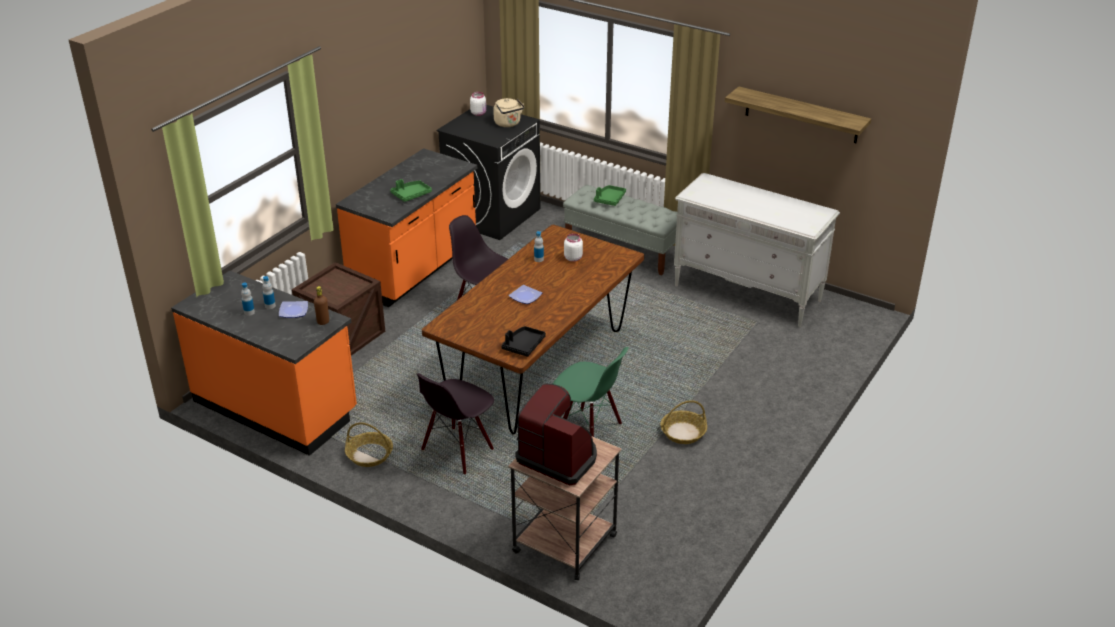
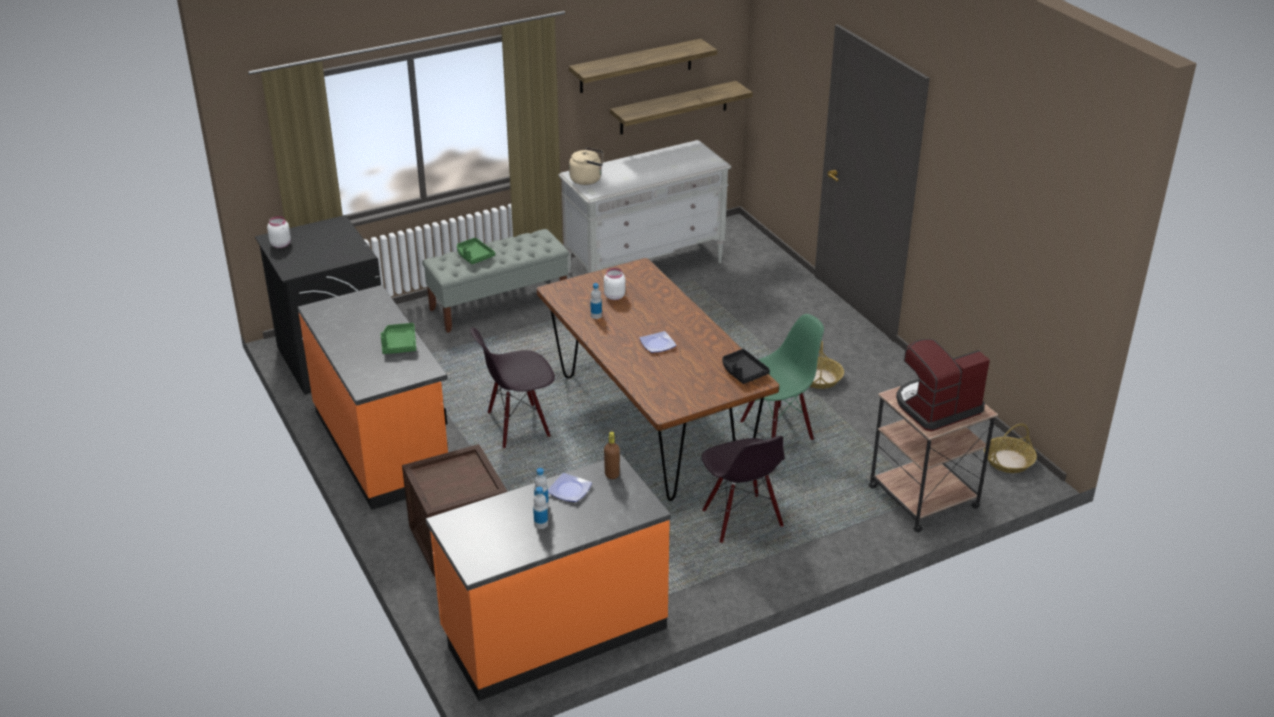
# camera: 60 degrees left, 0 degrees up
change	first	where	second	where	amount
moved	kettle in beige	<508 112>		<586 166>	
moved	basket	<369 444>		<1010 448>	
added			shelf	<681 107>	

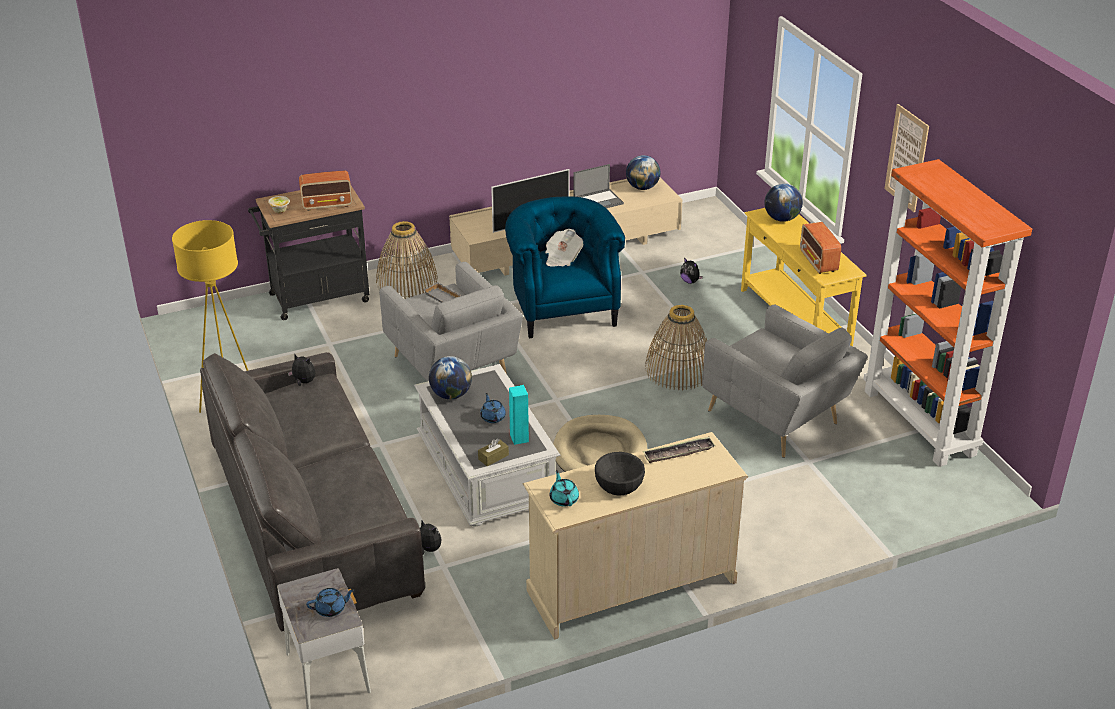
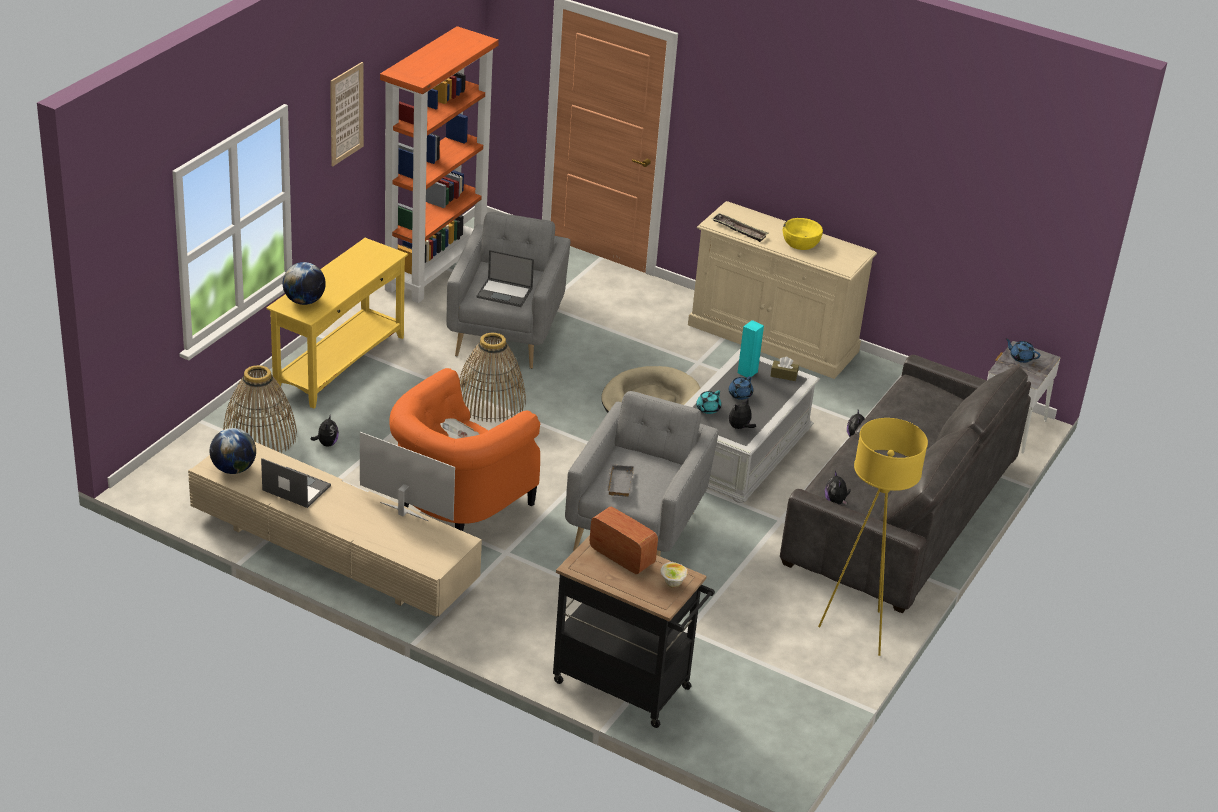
# camera: 130 degrees left, 0 degrees up
change	first	where	second	where	amount
recoloured	armchair in blue	<565 267>	armchair in orange	<464 449>	
moved	basket	<407 260>		<260 409>	
removed	radio	<820 248>			
replaced	globe	<450 377>	plush toy	<742 414>	
recoloured	bowl in black	<620 473>	bowl in yellow	<803 234>	
moved	teapot in turquoise	<564 488>		<708 402>	
added			laptop	<505 278>	

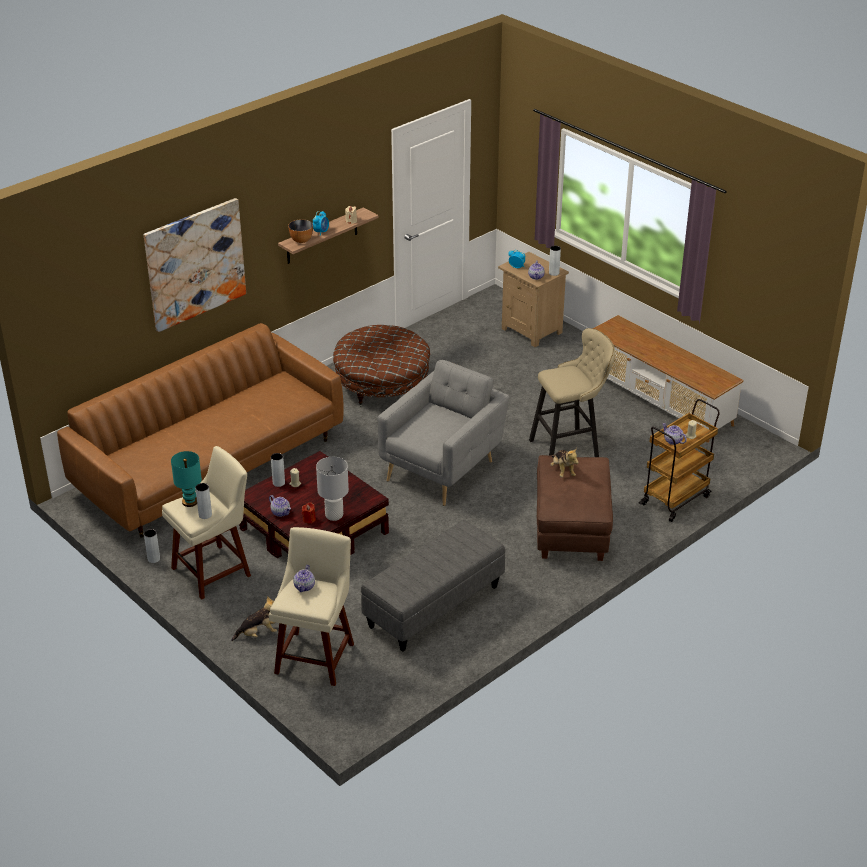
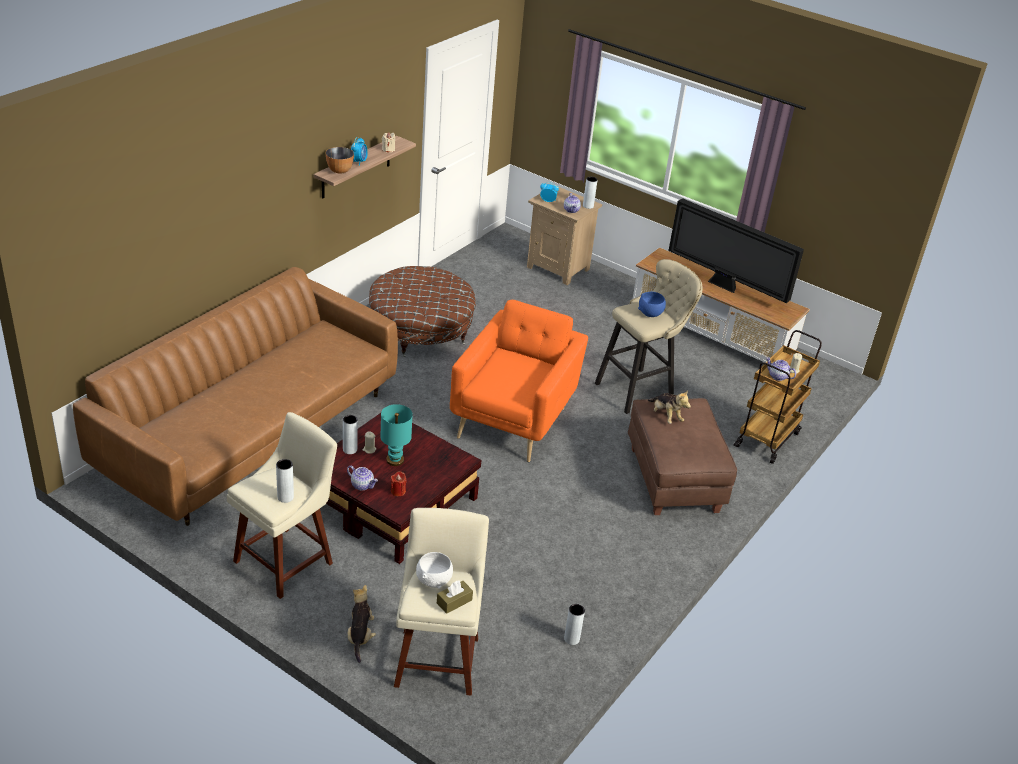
# camera: 15 degrees left, 0 degrees up
change	first	where	second	where	amount
removed	picture	<195 265>			
recoloured	armchair in grey	<443 433>	armchair in orange	<519 381>	
moved	table lamp in turquoise	<186 479>		<396 435>	
removed	table lamp in grey	<332 489>			
removed	ottoman in grey	<433 586>			
moved	vase in grey	<152 546>		<574 624>	
replaced	teapot	<304 578>	bowl in white	<434 570>	
turned	plush toy	<254 618>		<362 624>	60 degrees counterclockwise
added			television	<736 250>	
added			bowl in blue	<652 304>	
added			tissue box in brown	<455 597>	

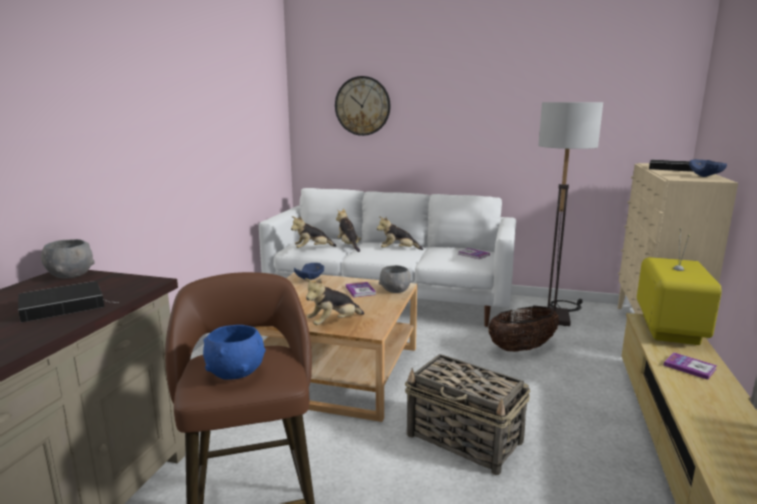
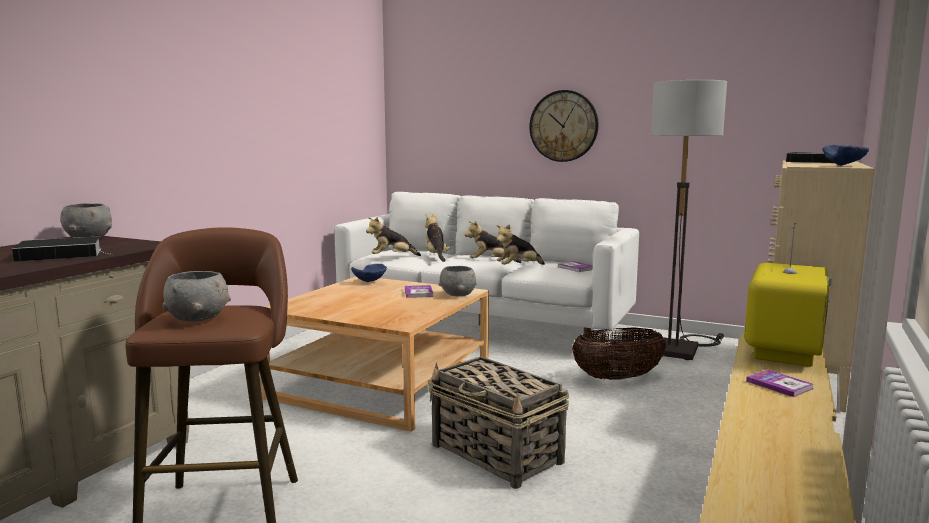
# camera: 10 degrees right, 5 degrees down
change	first	where	second	where	amount
moved	wall clock	<362 106>		<564 126>	
moved	plush toy	<334 301>		<521 244>	
recoloured	bowl in blue	<234 352>	bowl in grey	<196 296>	

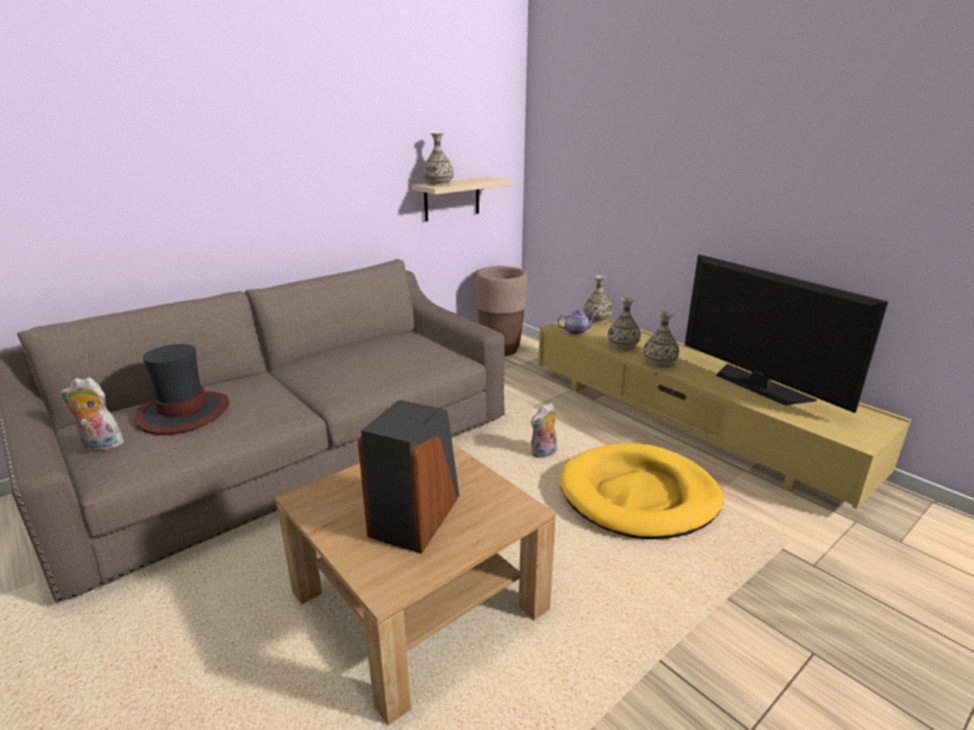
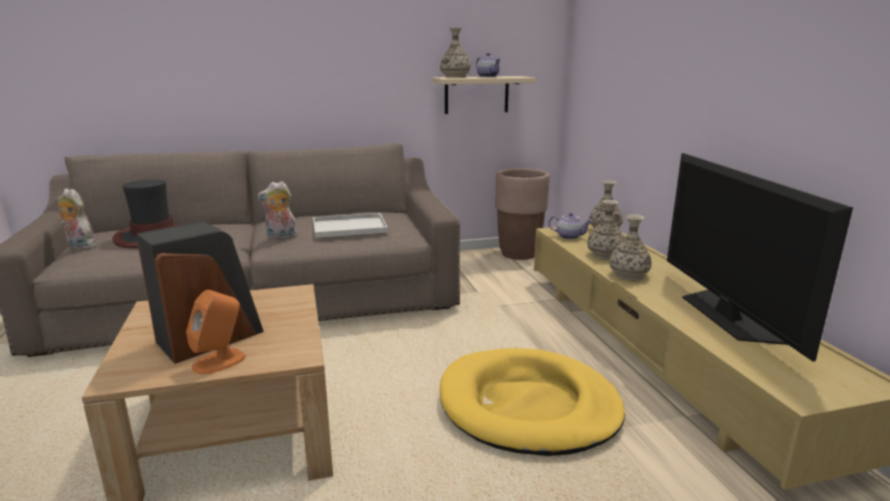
# camera: 25 degrees right, 5 degrees down
change	first	where	second	where	amount
moved	plush toy	<544 430>		<277 210>	
added			teapot	<488 65>	
added			tray in white	<350 225>	
added			speaker in orange	<216 332>	

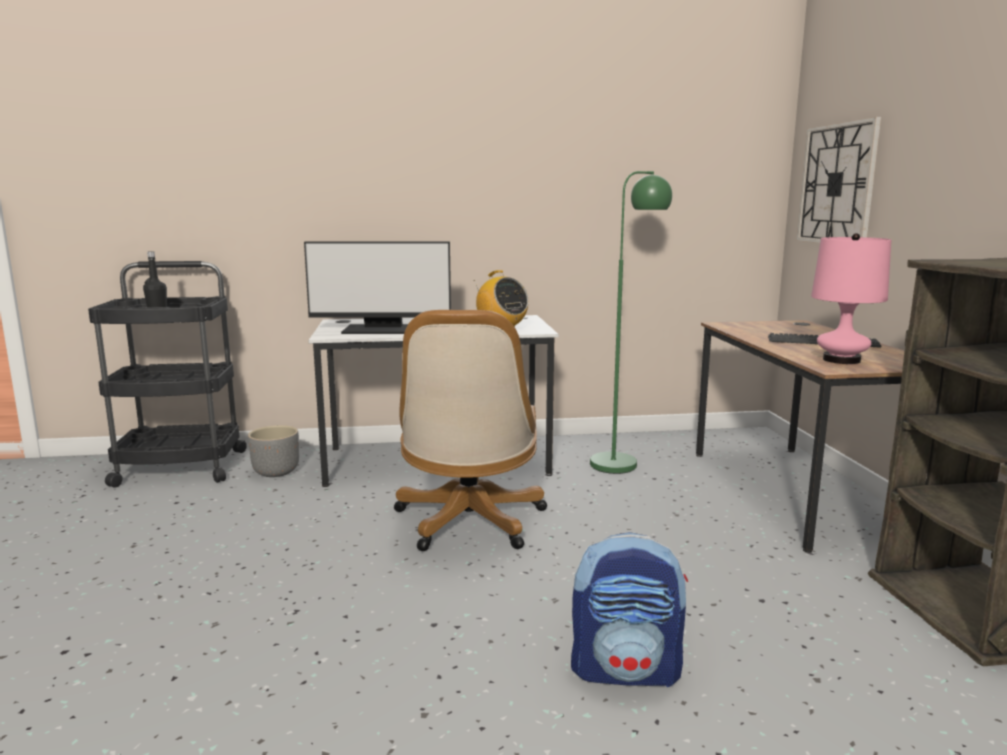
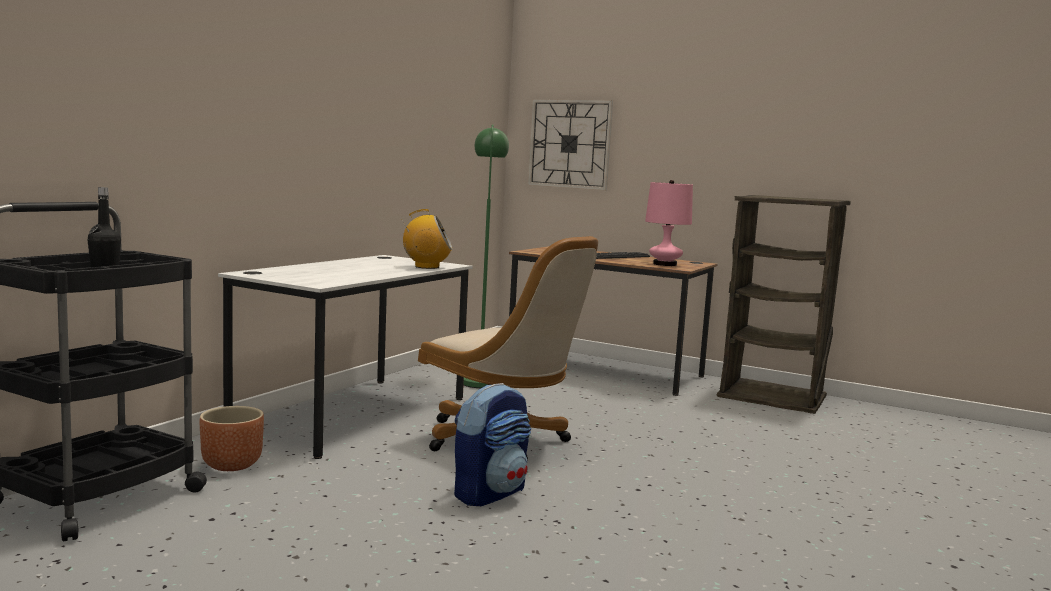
# camera: 55 degrees left, 5 degrees down
change	first	where	second	where	amount
removed	monitor	<377 287>			
recoloured	planter in grey	<273 451>	planter in brown	<232 438>	
moved	backpack	<629 609>		<492 444>	

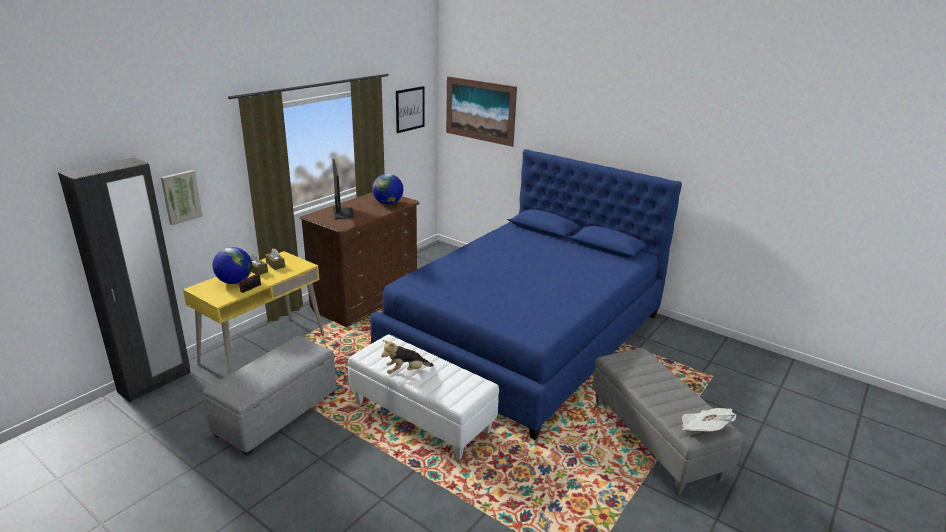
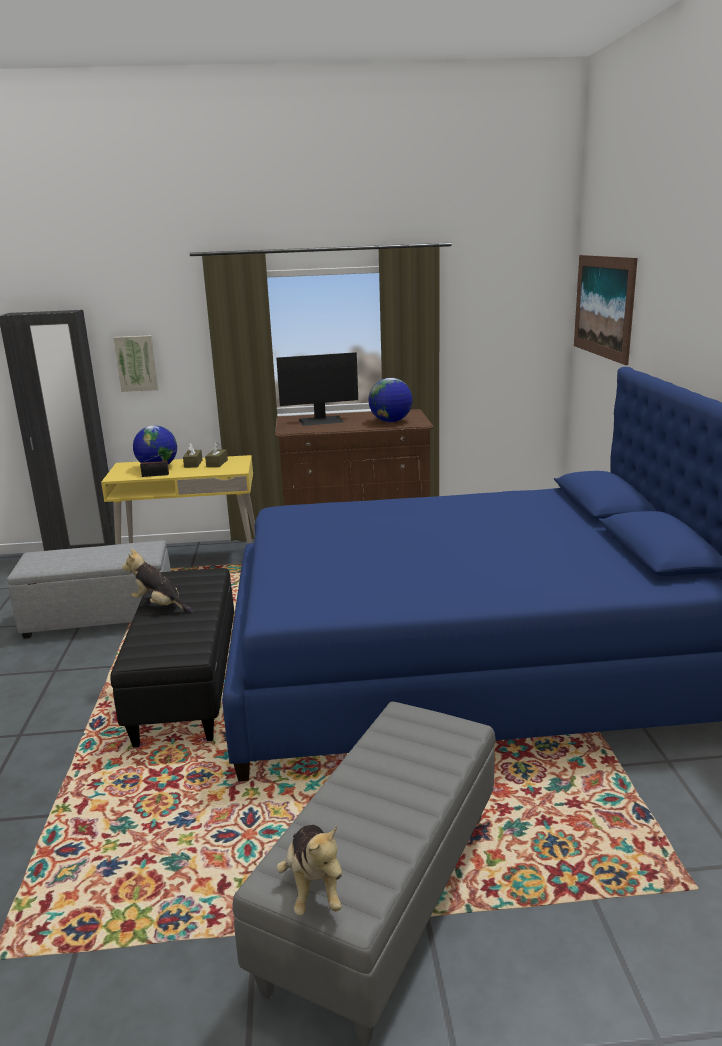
# camera: 50 degrees right, 5 degrees down
change	first	where	second	where	amount
removed	picture	<410 109>			
turned	monitor	<343 189>		<317 389>	45 degrees clockwise
recoloured	ottoman in white	<423 397>	ottoman in black	<172 657>	
replaced	newspaper	<709 419>	plush toy	<309 870>	

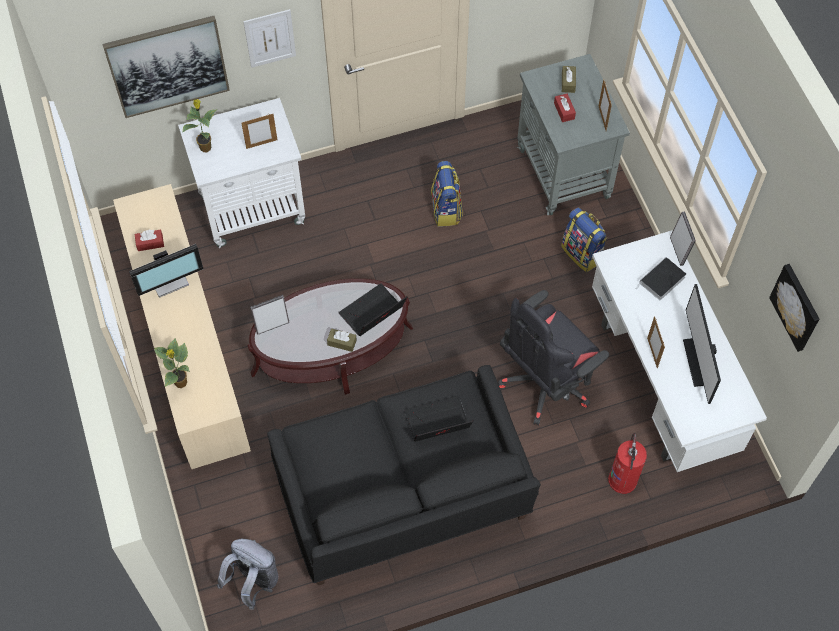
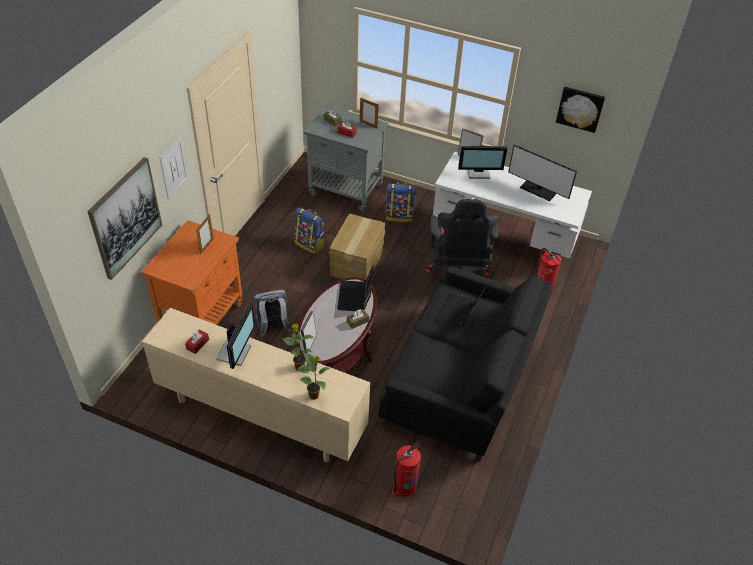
# camera: 50 degrees left, 15 degrees down
change	first	where	second	where	amount
recoloured	cart in white	<241 173>	cart in orange	<191 272>	
moved	potted plant	<199 125>		<299 347>	
replaced	book	<661 278>	monitor	<483 162>	
removed	picture frame	<656 342>			
moved	backpack in grey	<247 574>		<272 313>	
added			cardboard box	<357 247>	
added			fire extinguisher	<406 468>	

